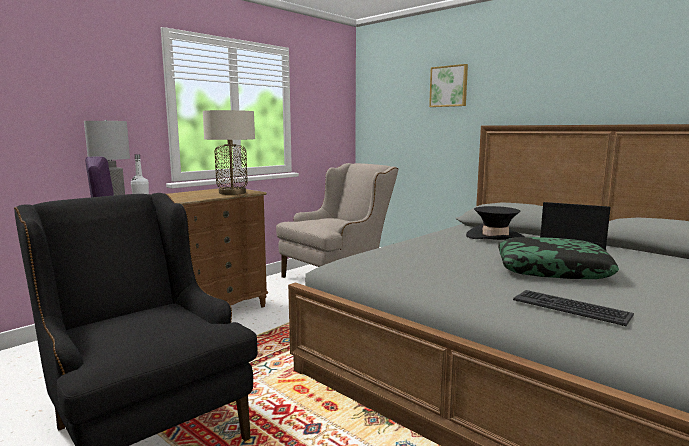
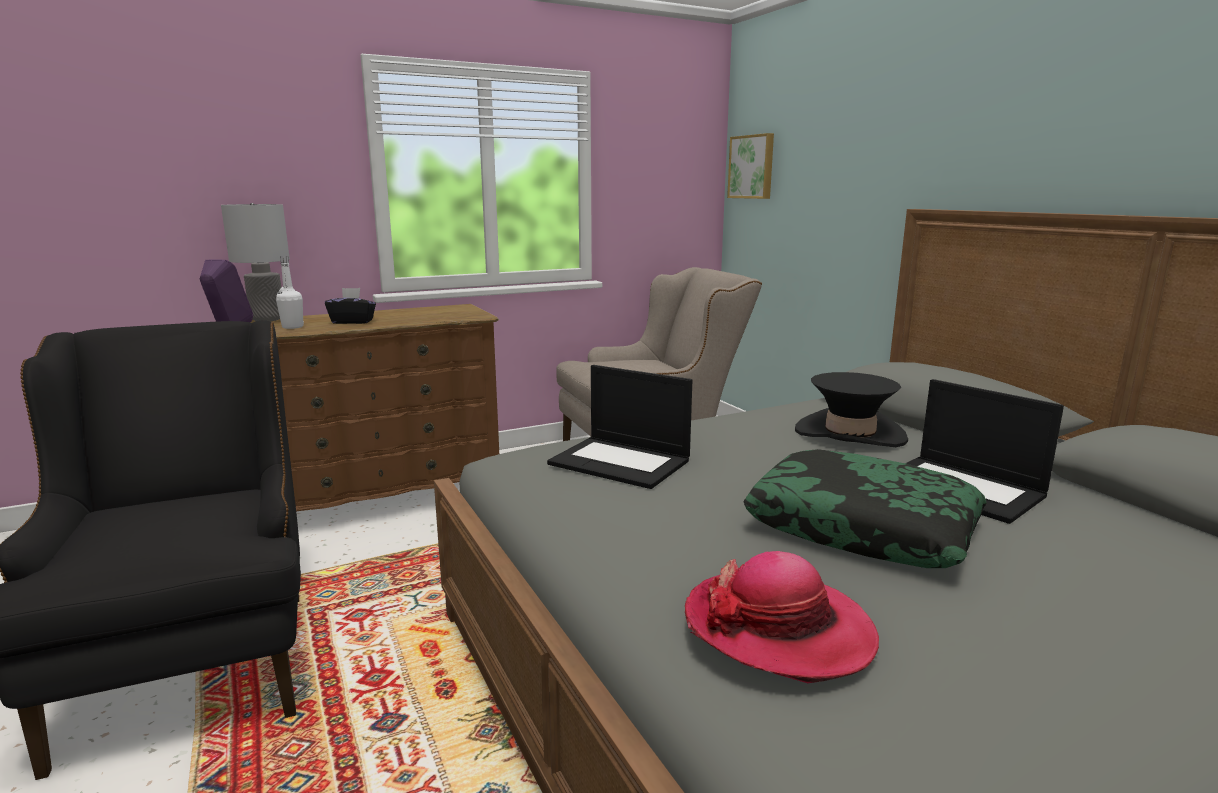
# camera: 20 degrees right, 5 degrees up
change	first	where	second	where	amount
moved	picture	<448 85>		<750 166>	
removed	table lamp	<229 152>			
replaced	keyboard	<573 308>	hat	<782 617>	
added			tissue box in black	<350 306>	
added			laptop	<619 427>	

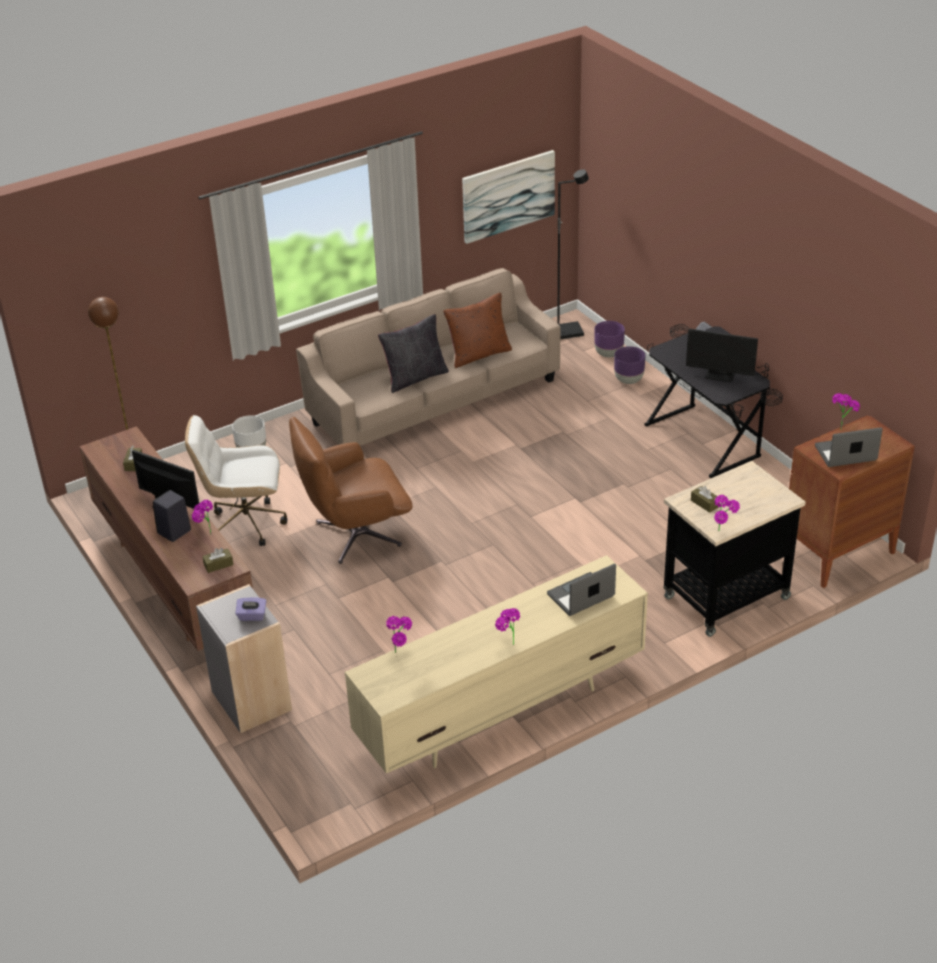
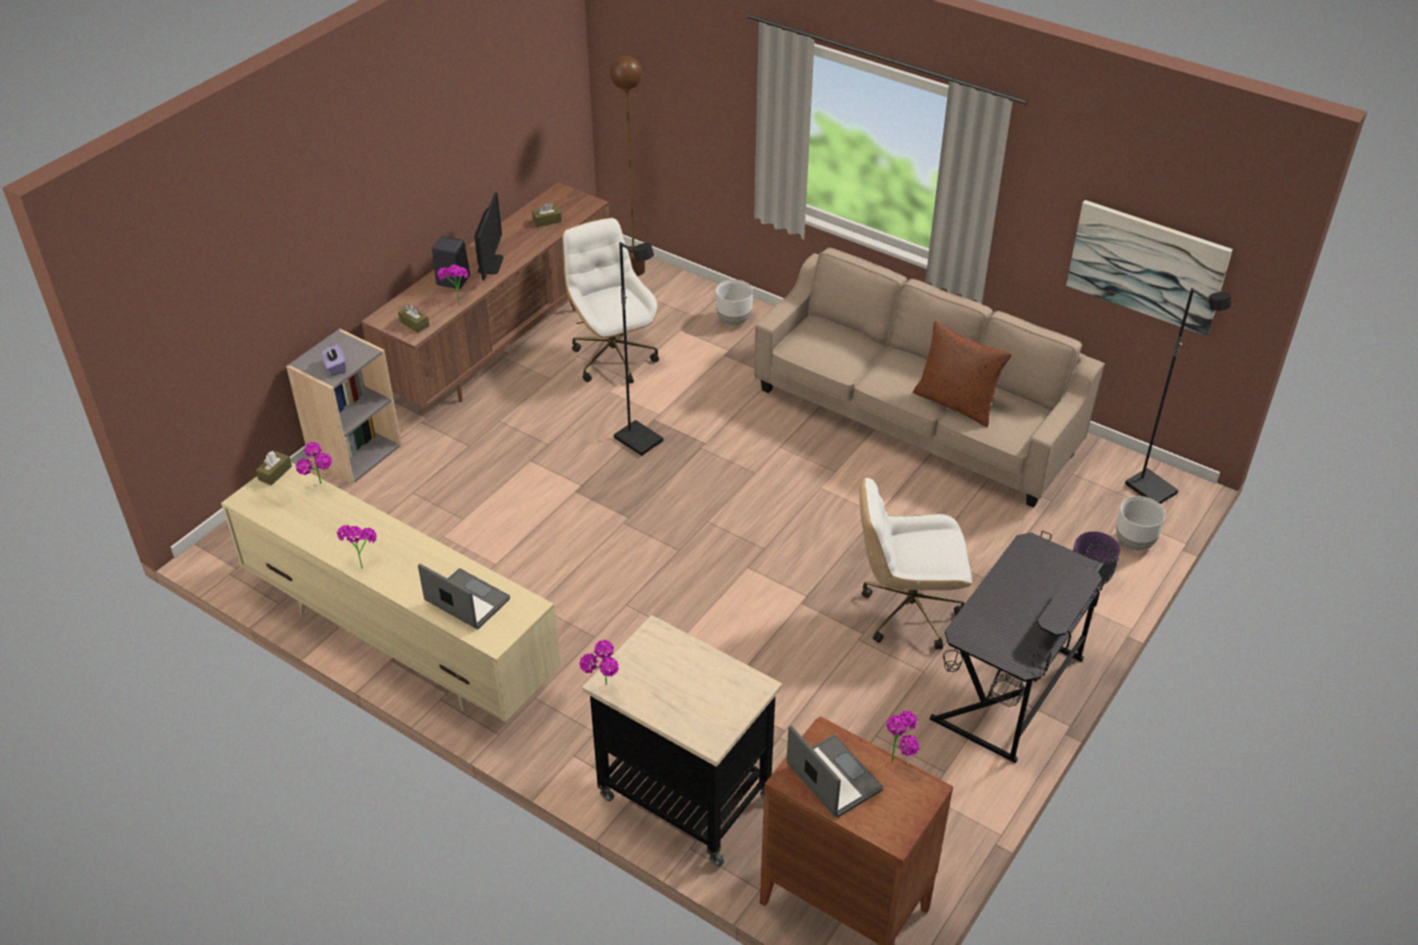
# camera: 65 degrees right, 5 degrees up
change	first	where	second	where	amount
removed	pillow in black	<413 353>			
recoloured	planter in purple	<609 339>	planter in white	<1140 523>	
removed	monitor	<722 355>			
replaced	armchair in brown	<351 490>	floor lamp in black	<638 349>	
moved	tissue box in brown	<705 499>		<274 468>	
added			office chair in white	<915 563>	

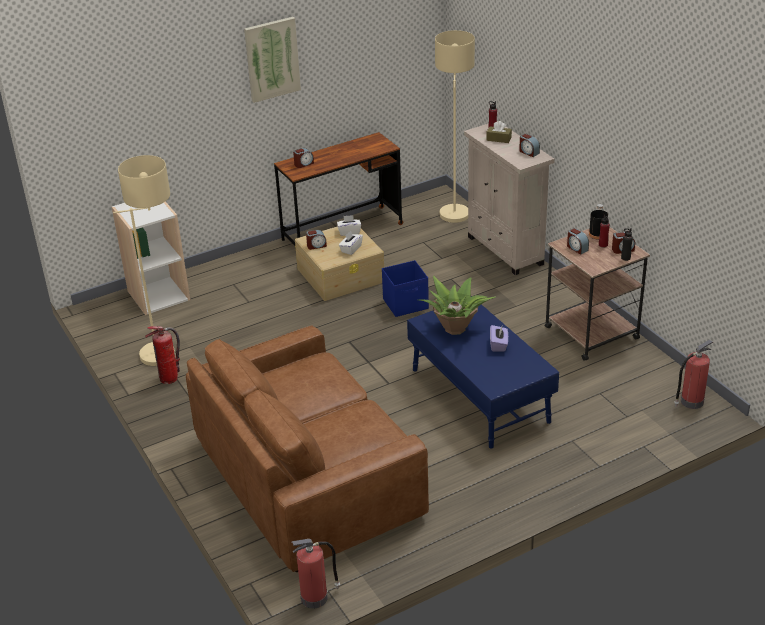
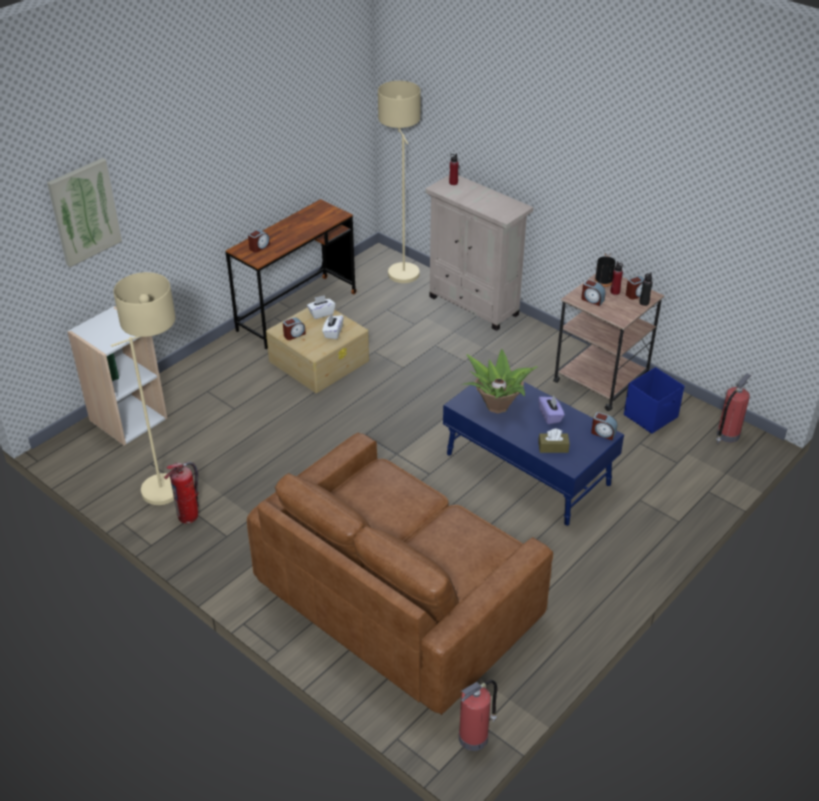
# camera: 20 degrees left, 5 degrees up
change	first	where	second	where	amount
moved	picture	<272 60>		<84 212>	
moved	tissue box in brown	<499 132>		<554 440>	
moved	alarm clock	<529 145>		<604 426>	
moved	storage box in blue	<405 288>		<654 400>	

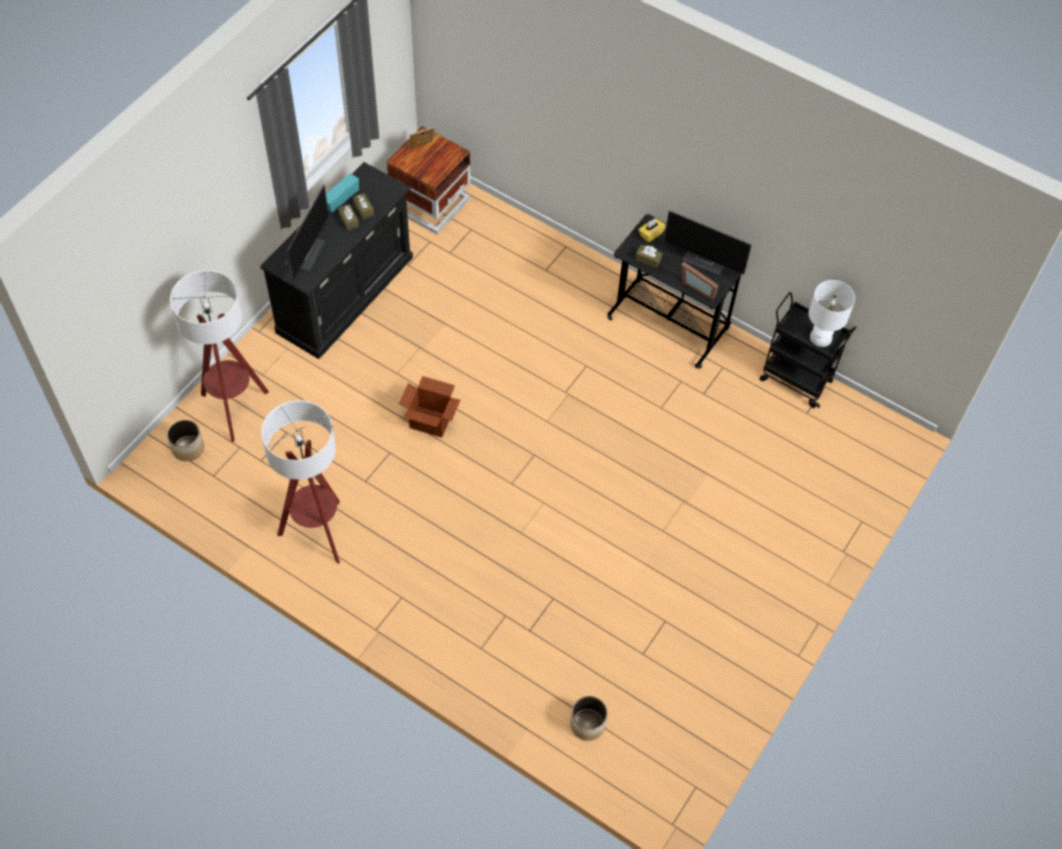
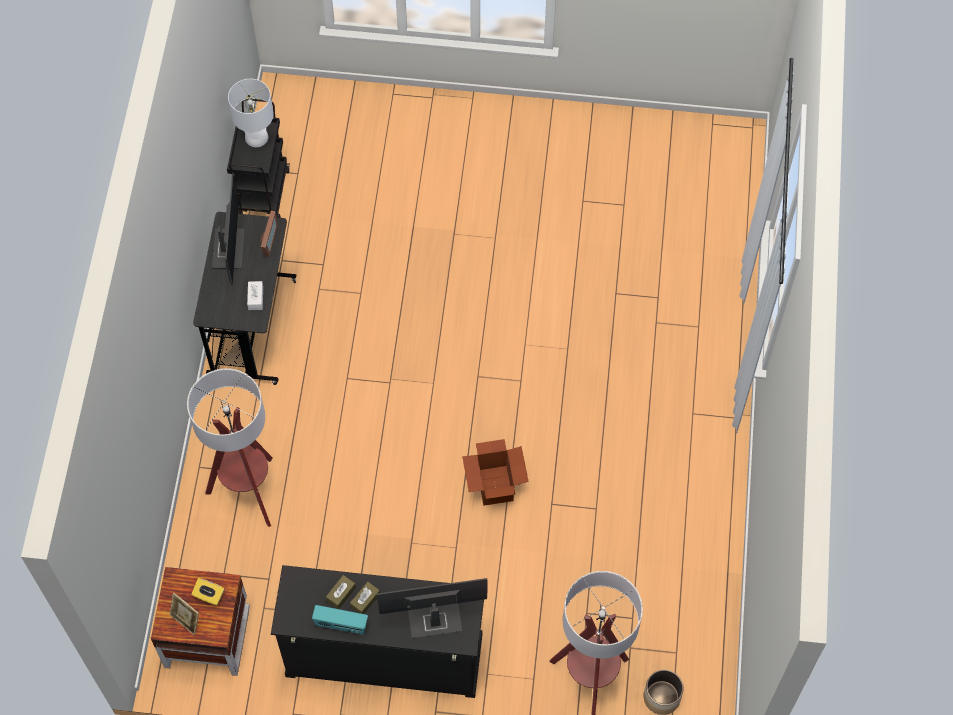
# camera: 115 degrees left, 5 degrees up
change	first	where	second	where	amount
moved	tissue box in yellow	<652 230>		<208 592>	
recoloured	tissue box in brown	<648 256>	tissue box in white	<255 295>	
moved	floor lamp	<300 482>		<230 447>	
removed	planter	<588 718>			

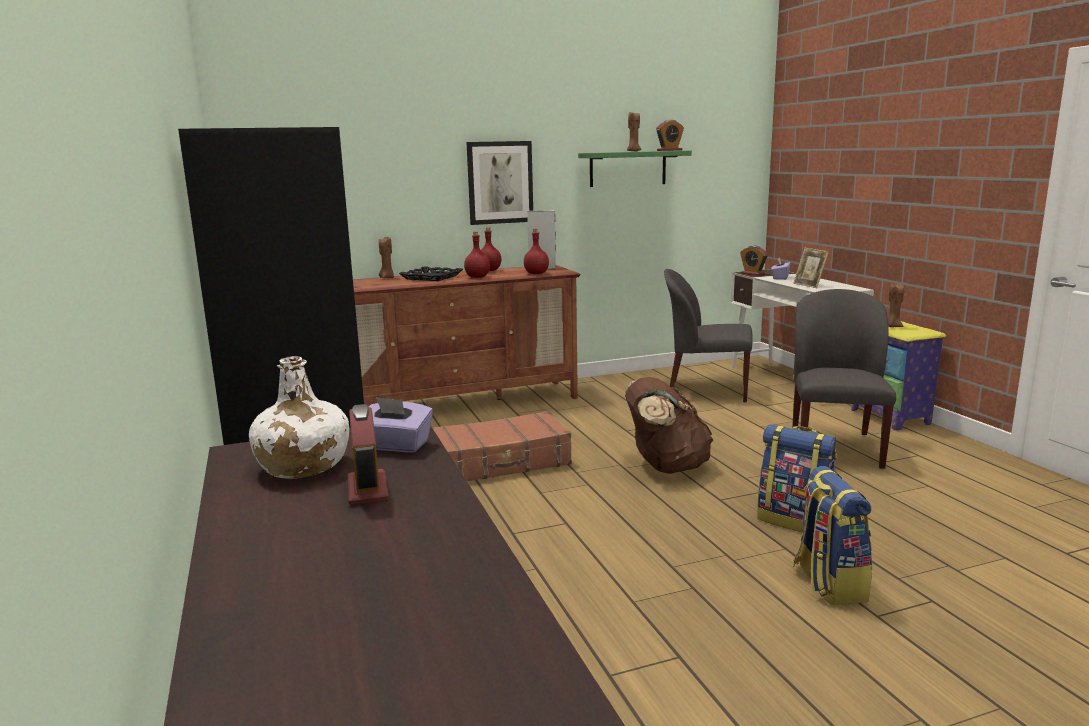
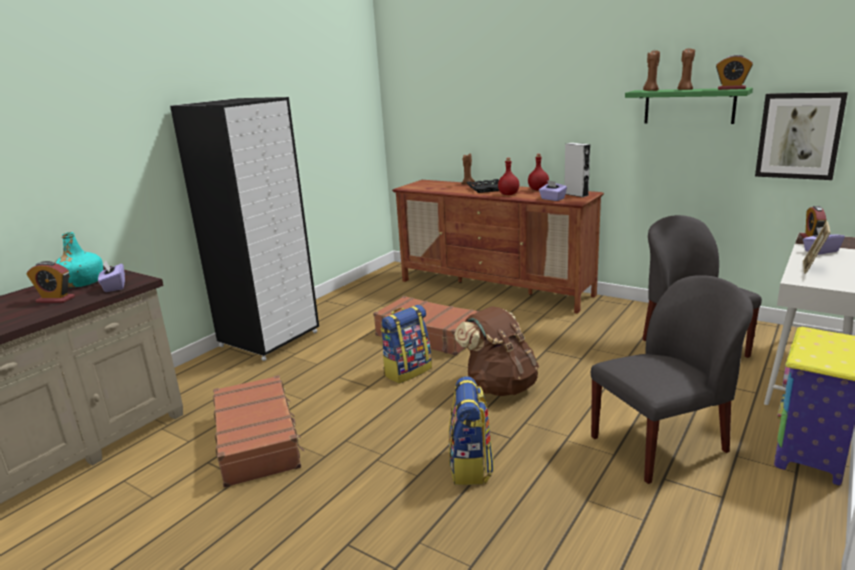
# camera: 55 degrees right, 5 degrees up
change	first	where	second	where	amount
moved	picture	<499 183>		<801 136>	
replaced	bottle in red	<536 251>	tissue box in purple	<553 190>	
moved	candle in brown	<896 305>		<651 70>	
recoloured	bottle in white	<299 417>	bottle in turquoise	<78 260>	
turned	alarm clock	<368 455>		<50 282>	60 degrees clockwise
moved	backpack	<832 535>		<406 344>	
added			suitcase in brown	<259 431>	

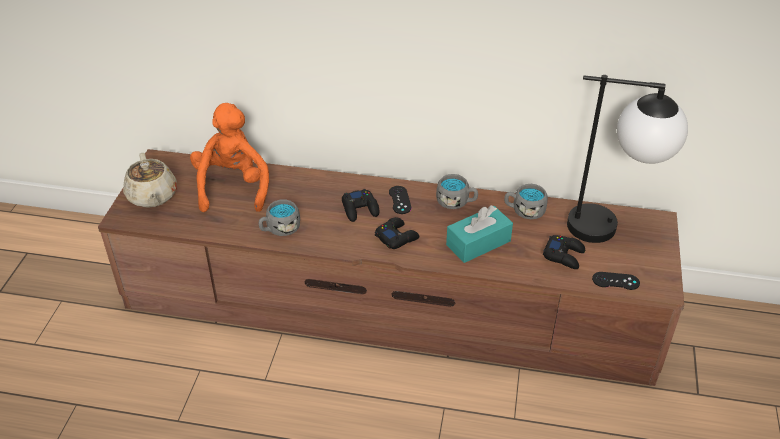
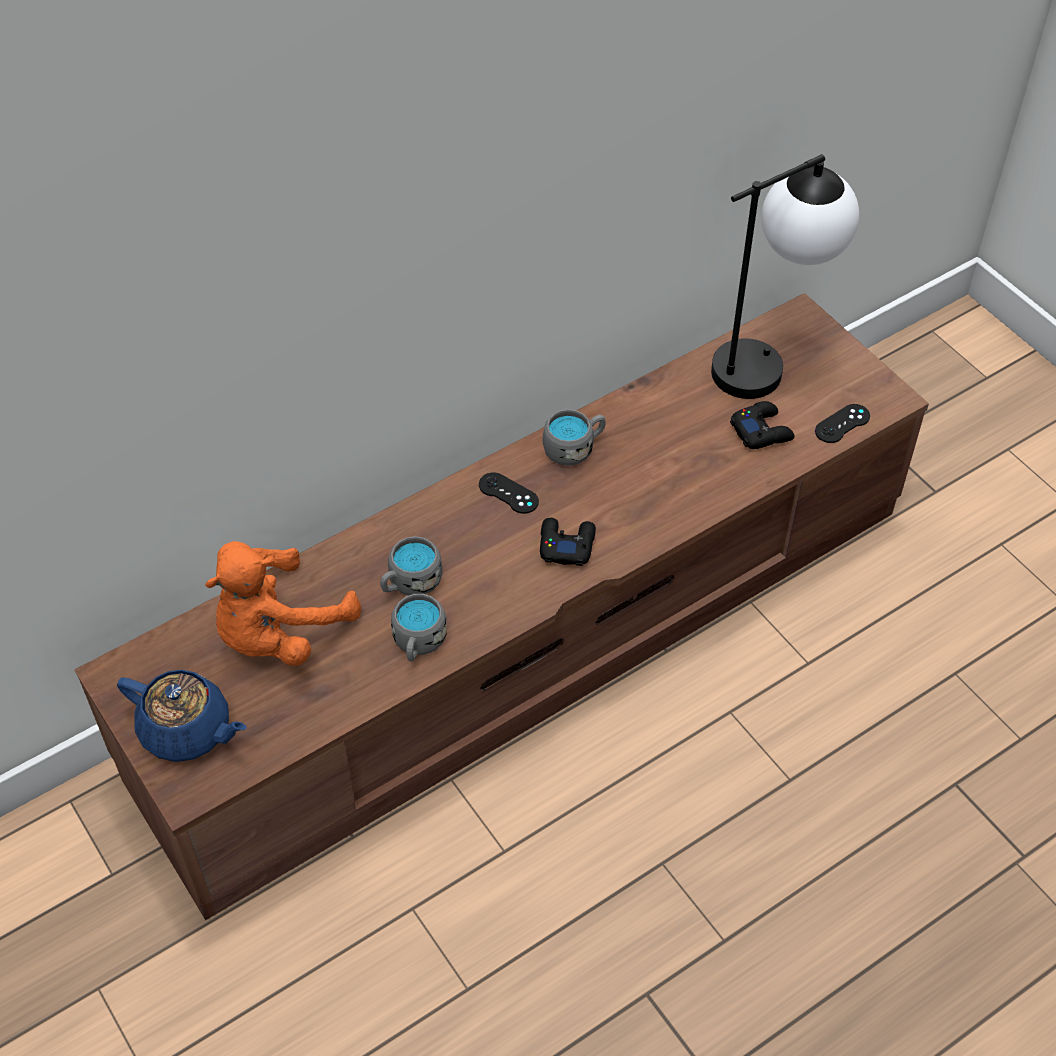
# camera: 45 degrees left, 10 degrees up
change	first	where	second	where	amount
turned	plush toy in orange	<229 157>		<283 603>	90 degrees counterclockwise
recoloured	teapot in beige	<150 180>	teapot in blue	<182 716>	
moved	mug in grey	<526 201>		<411 565>	
removed	game controller in black	<360 205>			
removed	tissue box in turquoise	<479 234>			

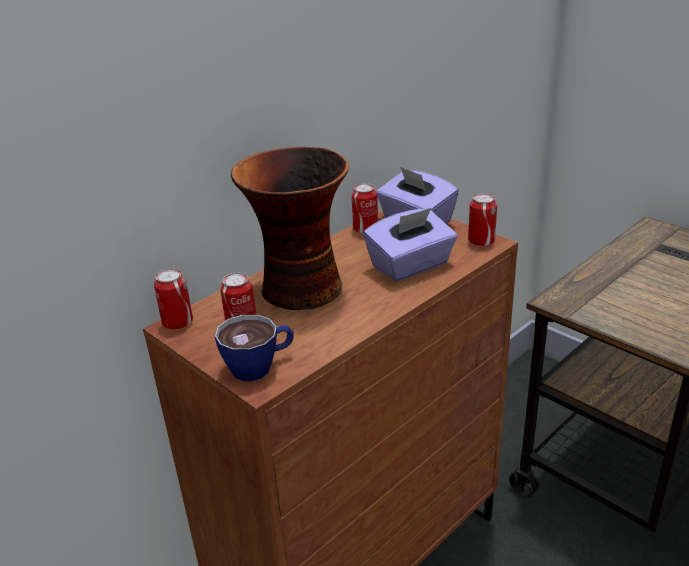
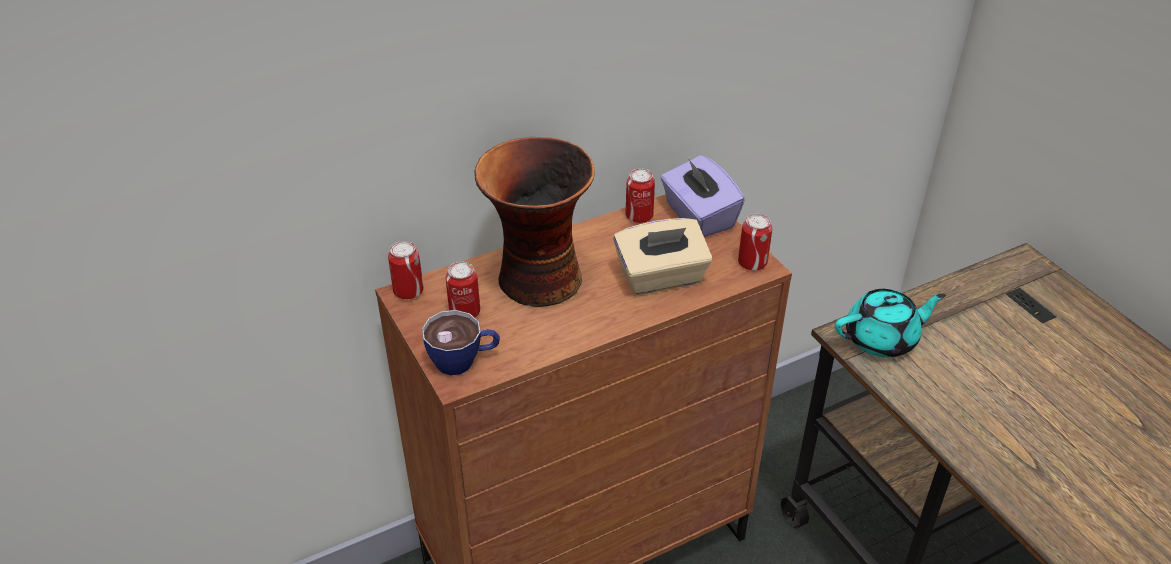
# camera: 15 degrees right, 10 degrees up
change	first	where	second	where	amount
recoloured	tissue box in purple	<410 245>	tissue box in beige	<662 256>	
added			teapot in turquoise	<890 323>	

